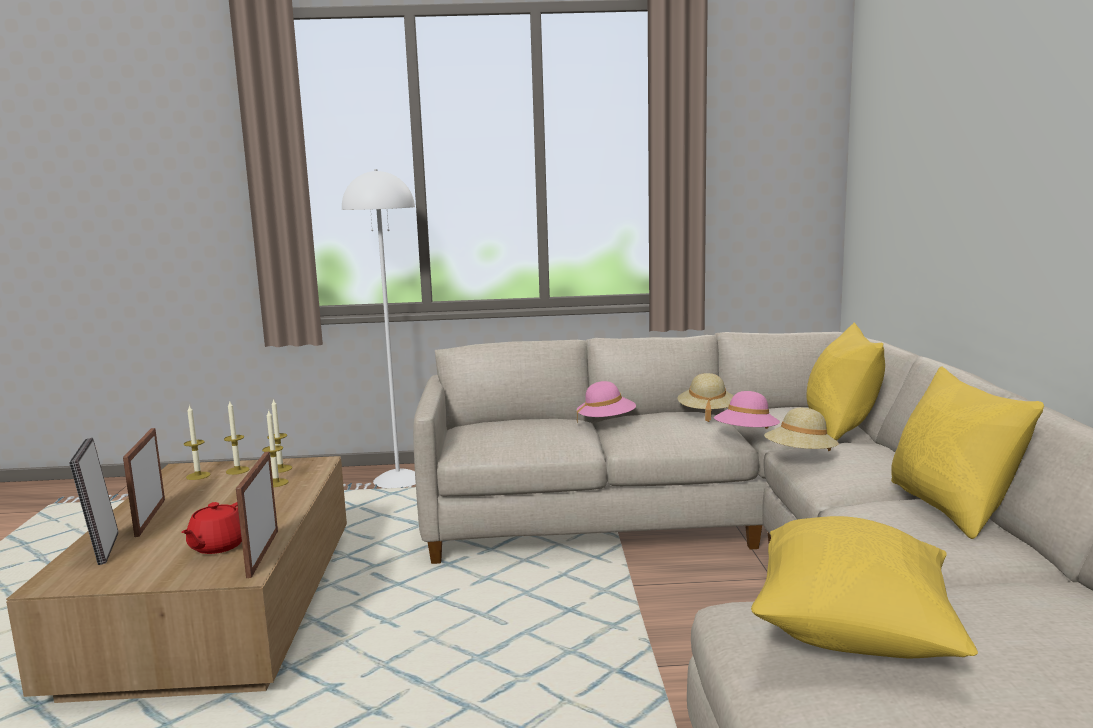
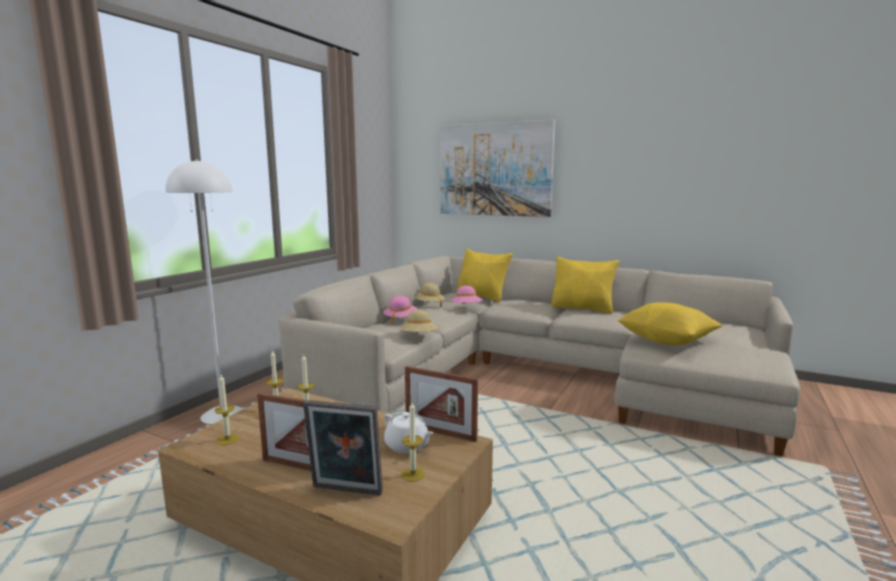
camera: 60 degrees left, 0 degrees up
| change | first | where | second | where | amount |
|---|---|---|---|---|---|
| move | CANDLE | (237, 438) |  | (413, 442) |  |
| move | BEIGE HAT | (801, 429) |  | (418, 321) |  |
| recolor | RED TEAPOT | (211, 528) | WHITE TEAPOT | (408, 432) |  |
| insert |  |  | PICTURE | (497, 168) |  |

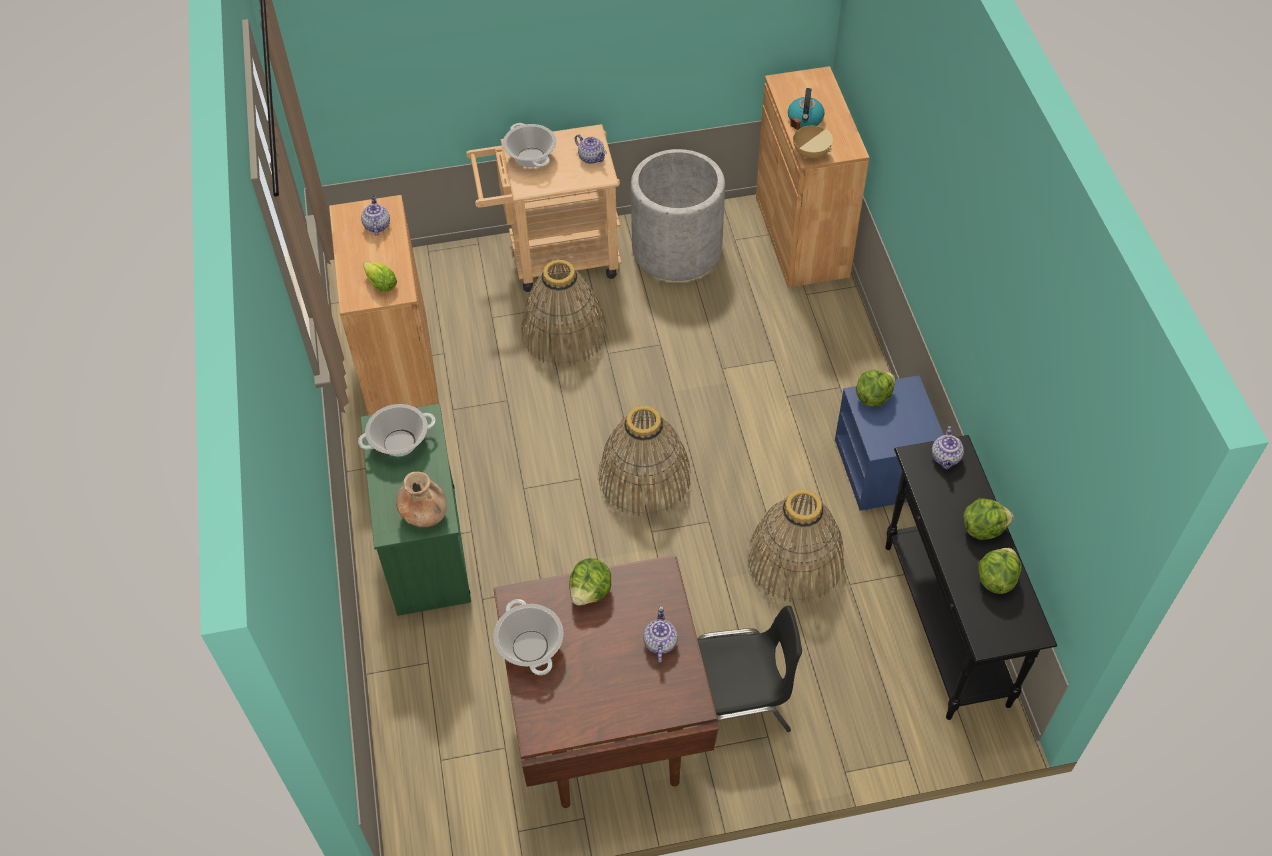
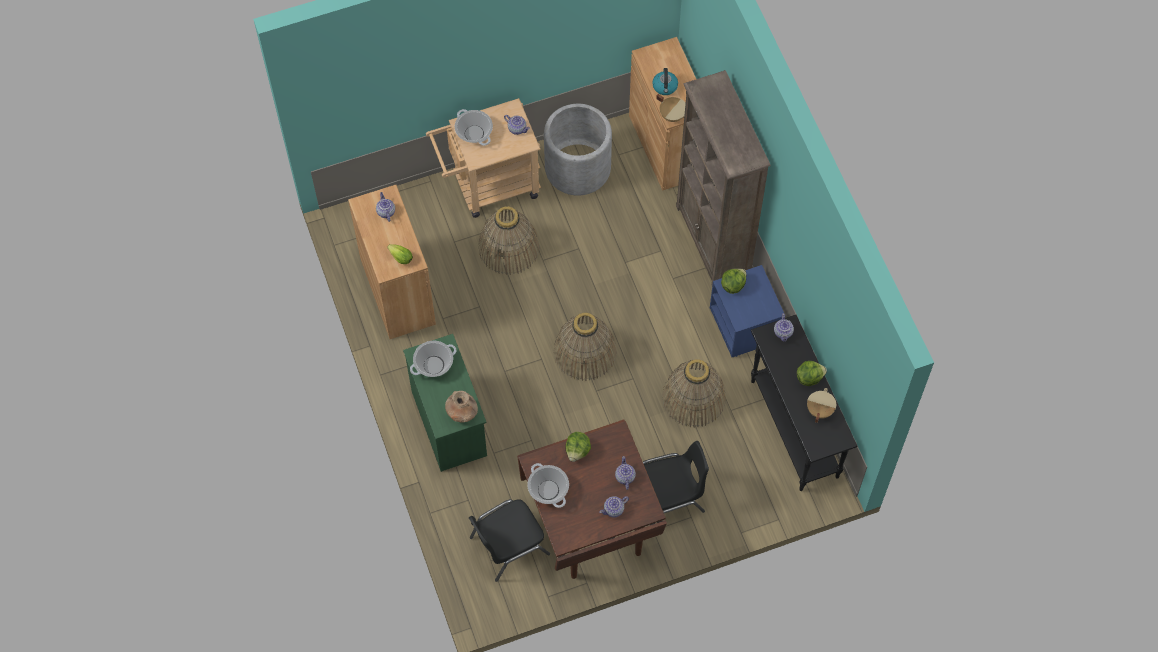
camera: 10 degrees left, 10 degrees up
| change | first | where | second | where | amount |
|---|---|---|---|---|---|
| replace | LETTUCE | (1000, 571) | BEIGE COOKING POT | (821, 405) |  |
| insert |  |  | BROWN BOOKCASE | (723, 178) |  |
| insert |  |  | TEAPOT | (614, 506) |  |
| insert |  |  | BLACK CHAIR | (509, 540) |  |

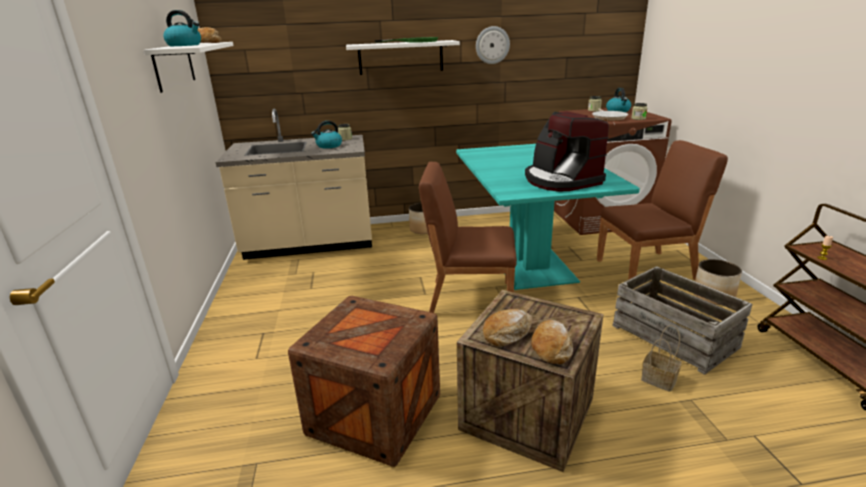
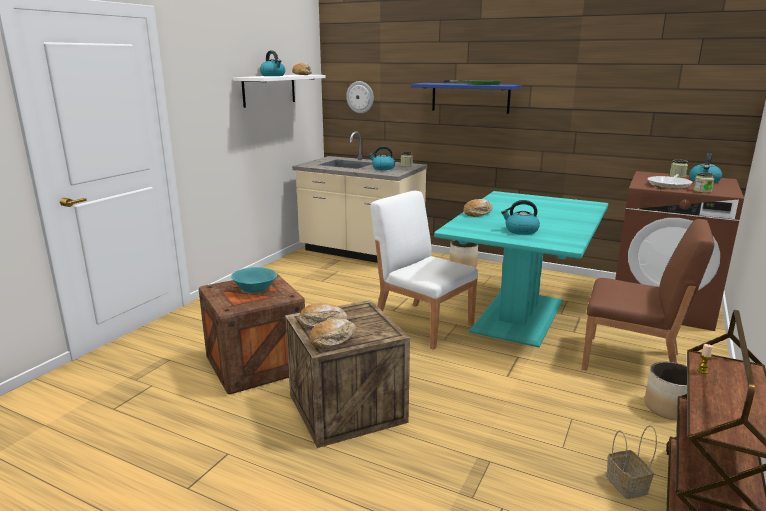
camera: 35 degrees right, 5 degrees down
| change | first | where | second | where | amount |
|---|---|---|---|---|---|
| move | WALL CLOCK | (493, 45) |  | (360, 97) |  |
| recolor | WHITE SHELF | (403, 57) | BLUE SHELF | (466, 98) |  |
| replace | COFFEE MACHINE | (567, 151) | KETTLE | (520, 217) |  |
| recolor | BROWN CHAIR | (468, 237) | WHITE CHAIR | (424, 270) |  |
| delete | CRATE | (682, 320) |  |  |  |
| move | BASKET | (661, 358) |  | (631, 462) |  |
| insert |  |  | BREAD | (478, 208) |  |
| insert |  |  | TURQUOISE BOWL | (254, 280) |  |

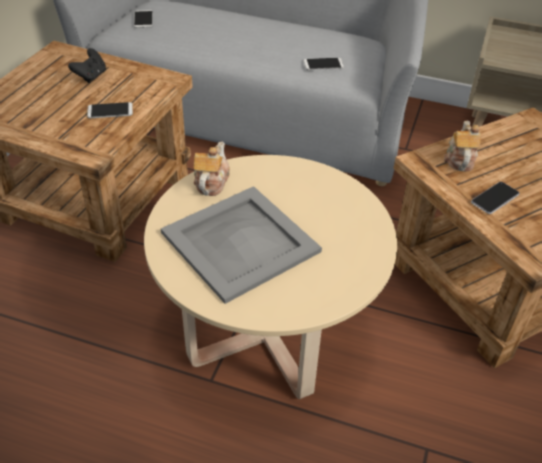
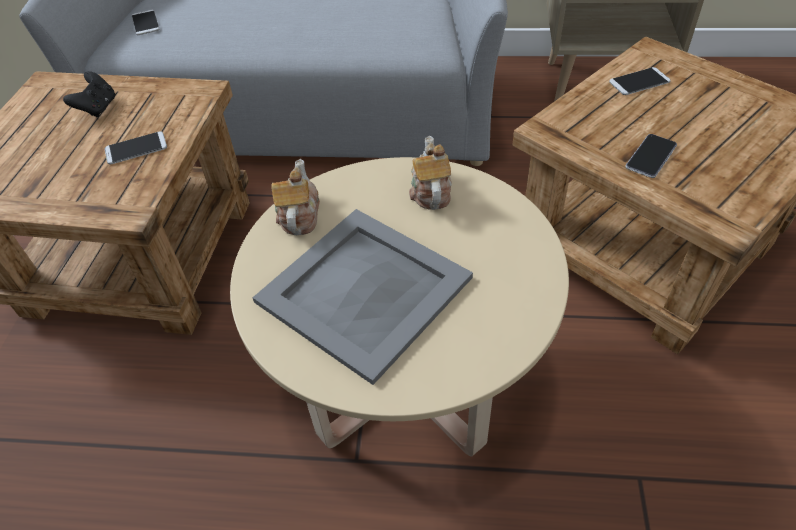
camera: 10 degrees left, 5 degrees up
| change | first | where | second | where | amount |
|---|---|---|---|---|---|
| move | PHONE | (324, 64) |  | (640, 81) |  |
| move | TEAPOT | (462, 145) |  | (430, 173) |  |

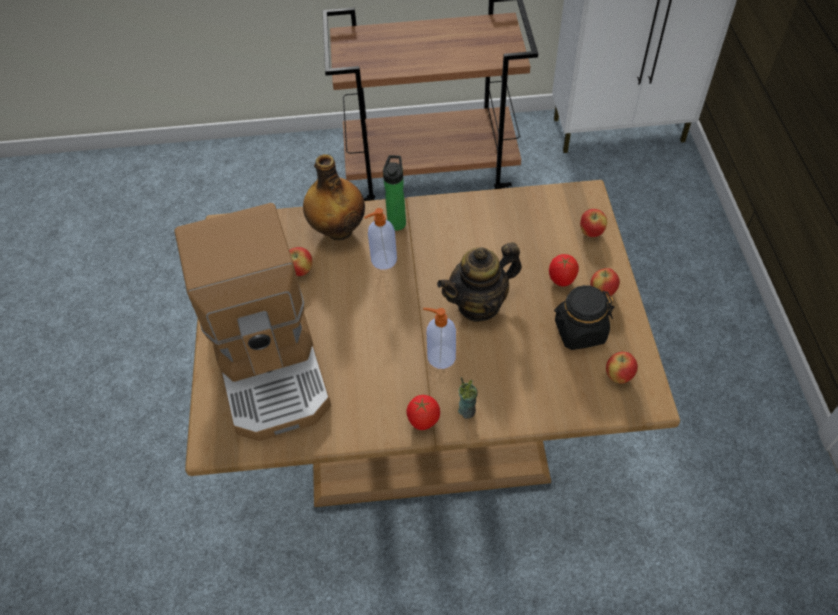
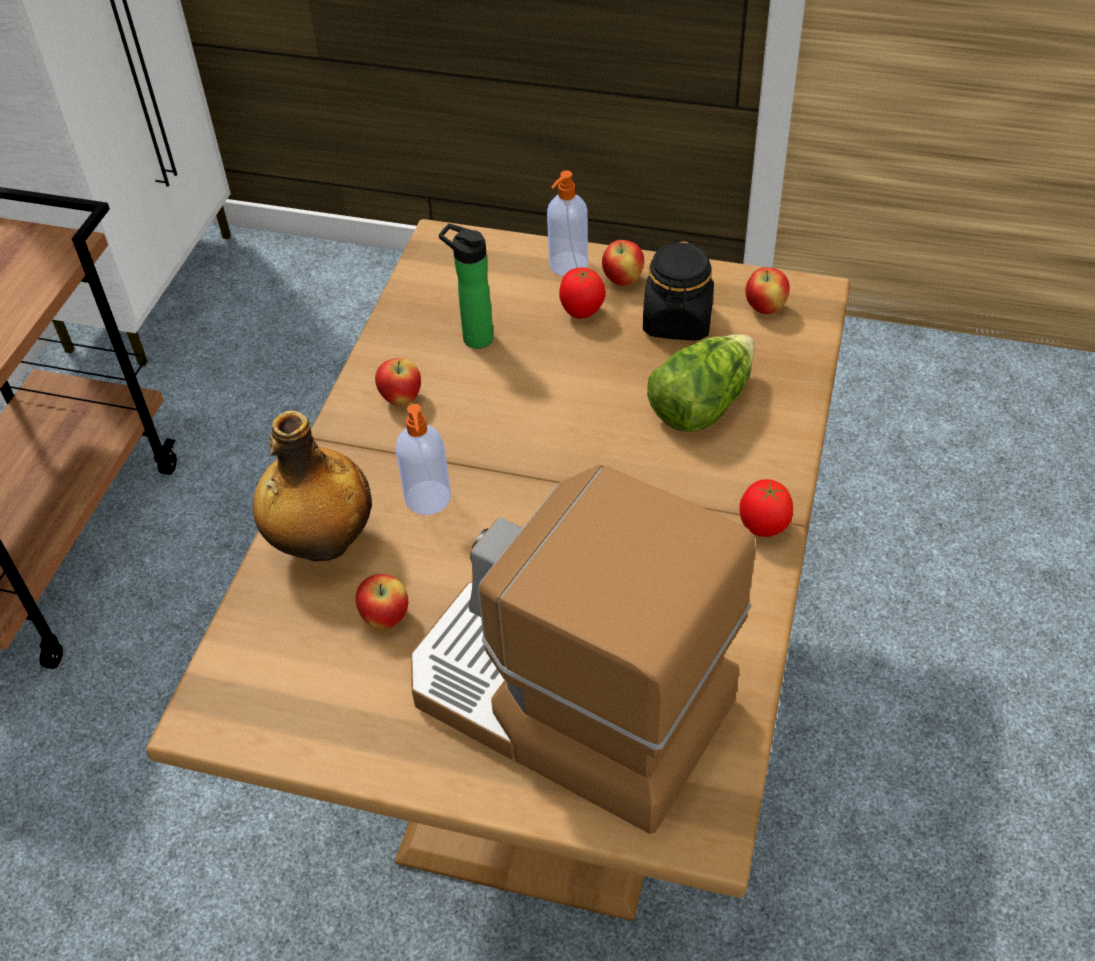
camera: 70 degrees left, 5 degrees down
| change | first | where | second | where | amount |
|---|---|---|---|---|---|
| move | BOTTLE | (394, 193) |  | (466, 286) |  |
| rotate | COFFEE MACHINE | (252, 322) |  | (583, 649) | 150 degrees counterclockwise |
| move | APPLE | (593, 223) |  | (398, 382) |  |
| delete | TEAPOT | (479, 282) |  |  |  |
| move | SOAP DISPENSER | (439, 338) |  | (567, 223) |  |
| delete | CUP | (468, 398) |  |  |  |
| insert |  |  | LETTUCE | (700, 383) |  |

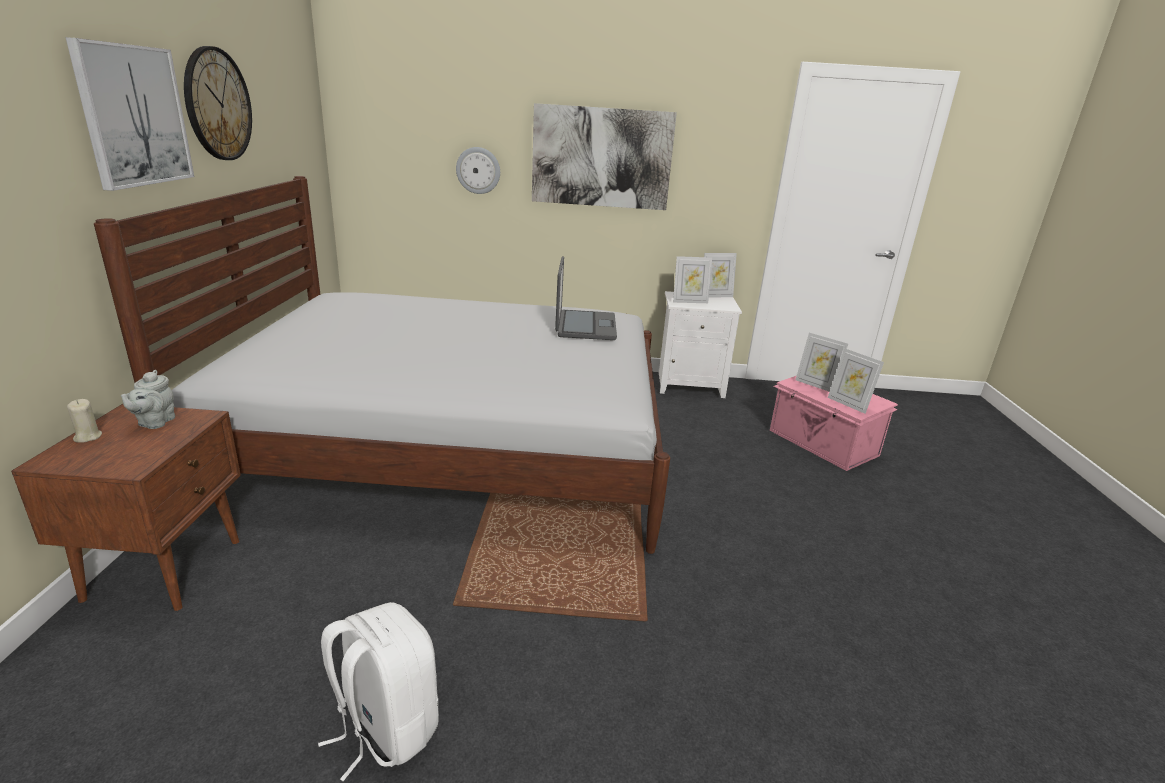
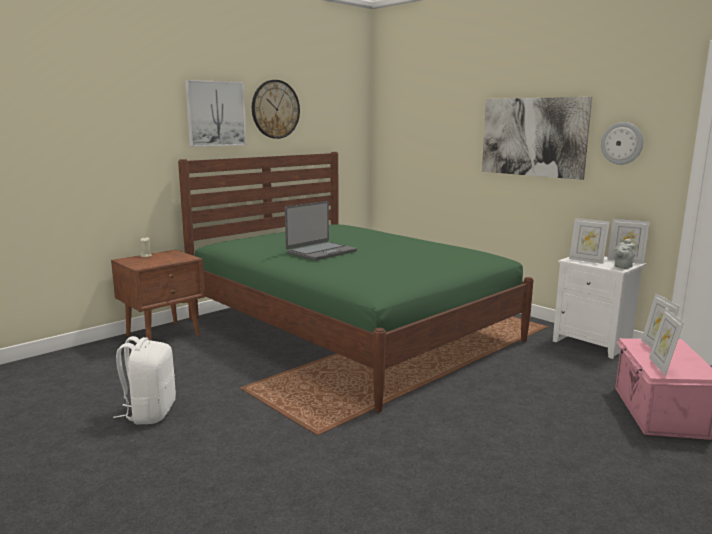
camera: 45 degrees right, 10 degrees down
| change | first | where | second | where | amount |
|---|---|---|---|---|---|
| move | WALL CLOCK | (478, 170) |  | (622, 143) |  |
| recolor | WHITE BED | (382, 365) | GREEN BED | (356, 282) |  |
| move | LAPTOP | (586, 298) |  | (321, 231) |  |
| move | GREY TEAPOT | (148, 399) |  | (624, 254) |  |

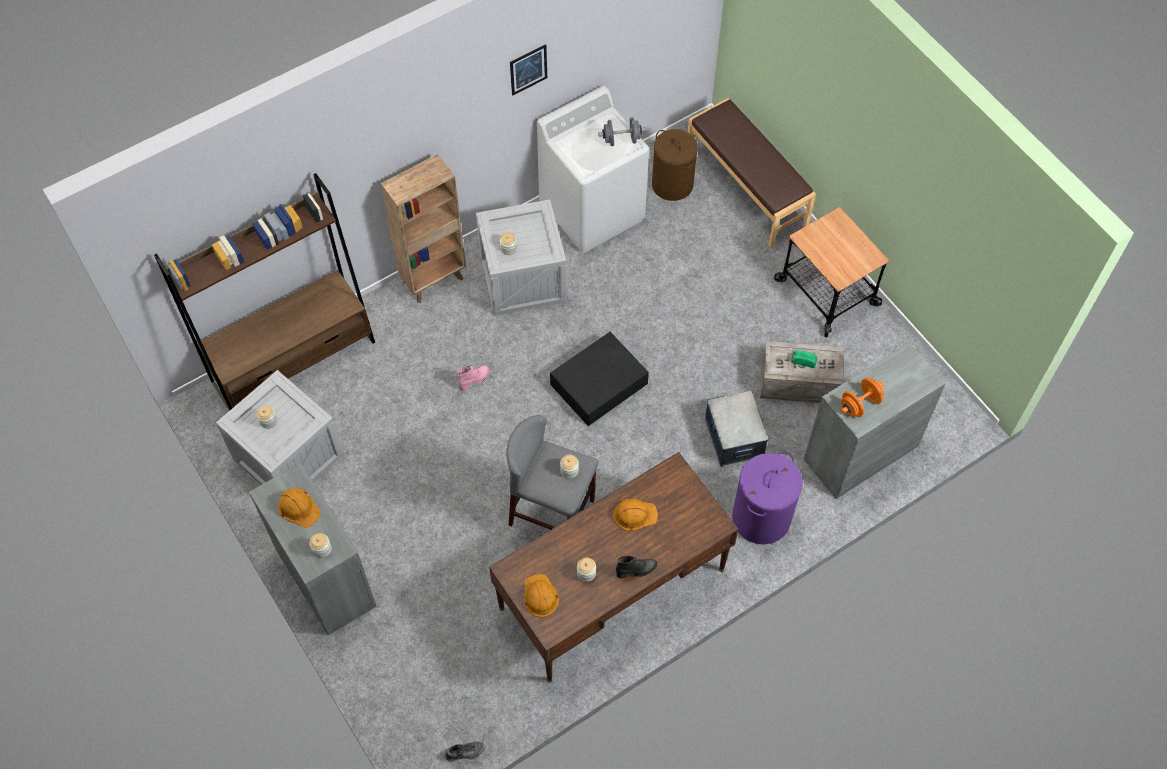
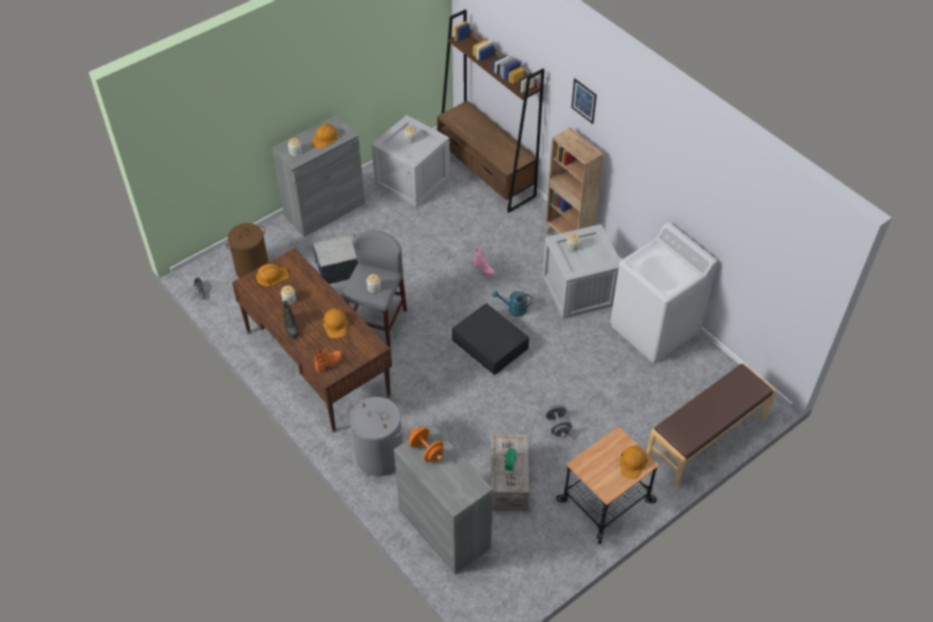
camera: 85 degrees right, 10 degrees down
| change | first | where | second | where | amount |
|---|---|---|---|---|---|
| move | PICTURE | (528, 70) |  | (584, 101) |  |
| move | GREY DUMBBELL | (622, 131) |  | (558, 421) |  |
| move | BROWN LAUNDRY BASKET | (675, 165) |  | (247, 250) |  |
| move | STORAGE BOX | (736, 429) |  | (335, 259) |  |
| recolor | PURPLE LAUNDRY BASKET | (767, 498) | GREY LAUNDRY BASKET | (375, 437) |  |
| insert |  |  | TURQUOISE WATERING CAN | (512, 303) |  |
| insert |  |  | ORANGE BOOT | (328, 360) |  |
| insert |  |  | ORANGE HARD HAT | (634, 462) |  |

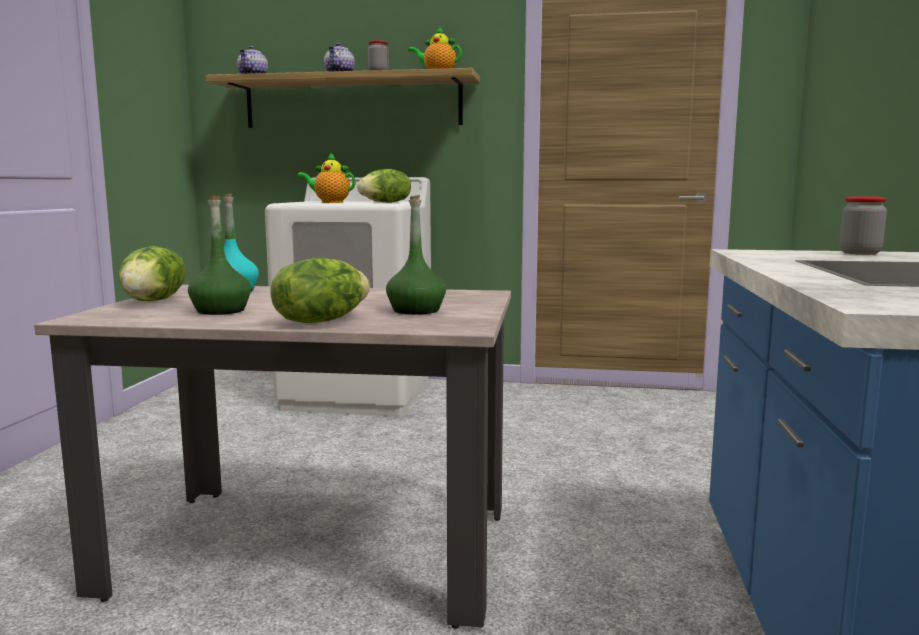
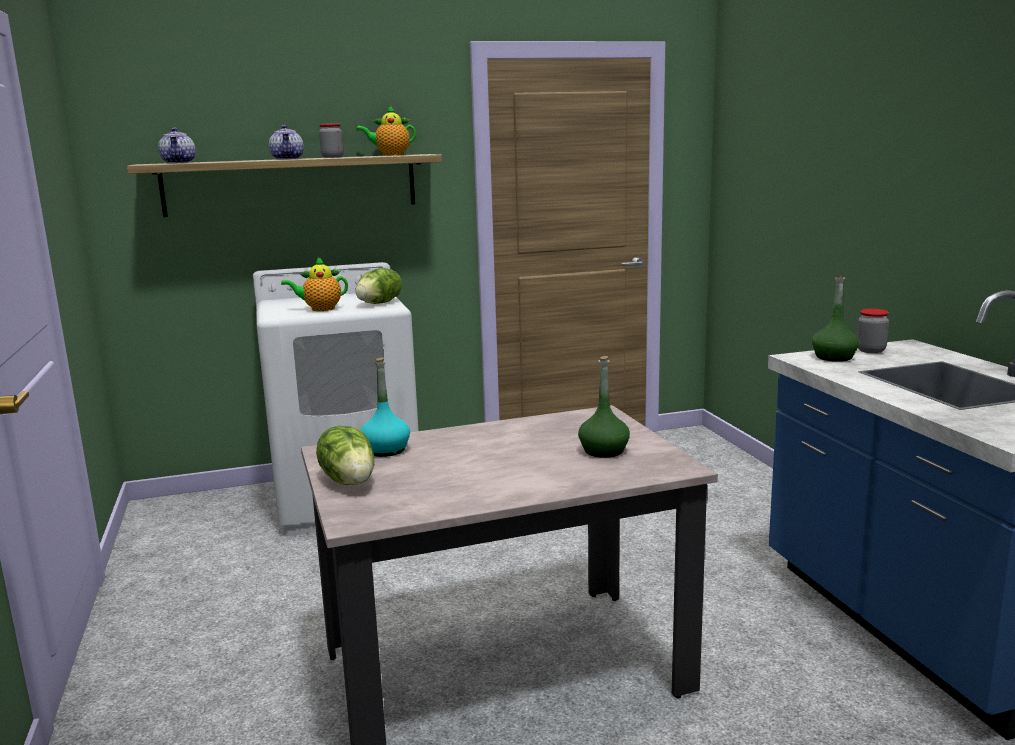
camera: 25 degrees left, 5 degrees up
| change | first | where | second | where | amount |
|---|---|---|---|---|---|
| move | GREEN BOTTLE | (219, 255) |  | (835, 318) |  |
| delete | LETTUCE | (320, 290) |  |  |  |

